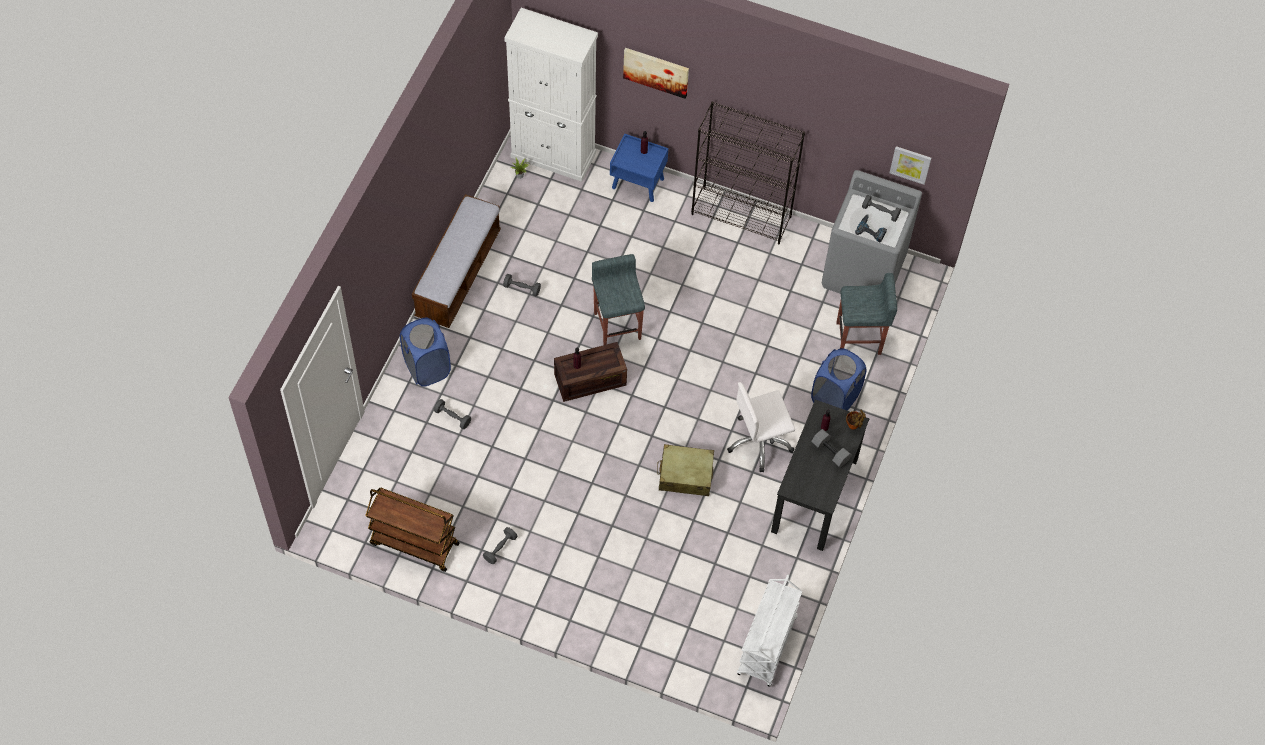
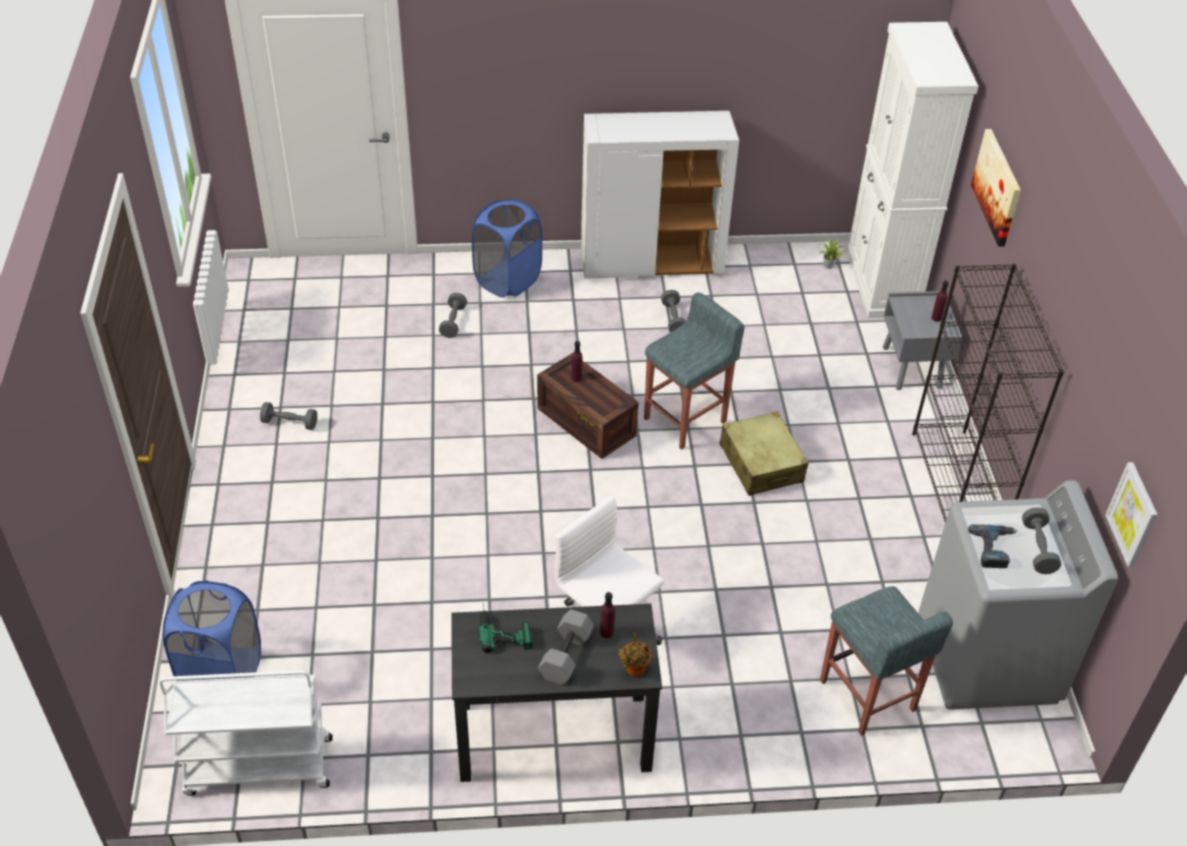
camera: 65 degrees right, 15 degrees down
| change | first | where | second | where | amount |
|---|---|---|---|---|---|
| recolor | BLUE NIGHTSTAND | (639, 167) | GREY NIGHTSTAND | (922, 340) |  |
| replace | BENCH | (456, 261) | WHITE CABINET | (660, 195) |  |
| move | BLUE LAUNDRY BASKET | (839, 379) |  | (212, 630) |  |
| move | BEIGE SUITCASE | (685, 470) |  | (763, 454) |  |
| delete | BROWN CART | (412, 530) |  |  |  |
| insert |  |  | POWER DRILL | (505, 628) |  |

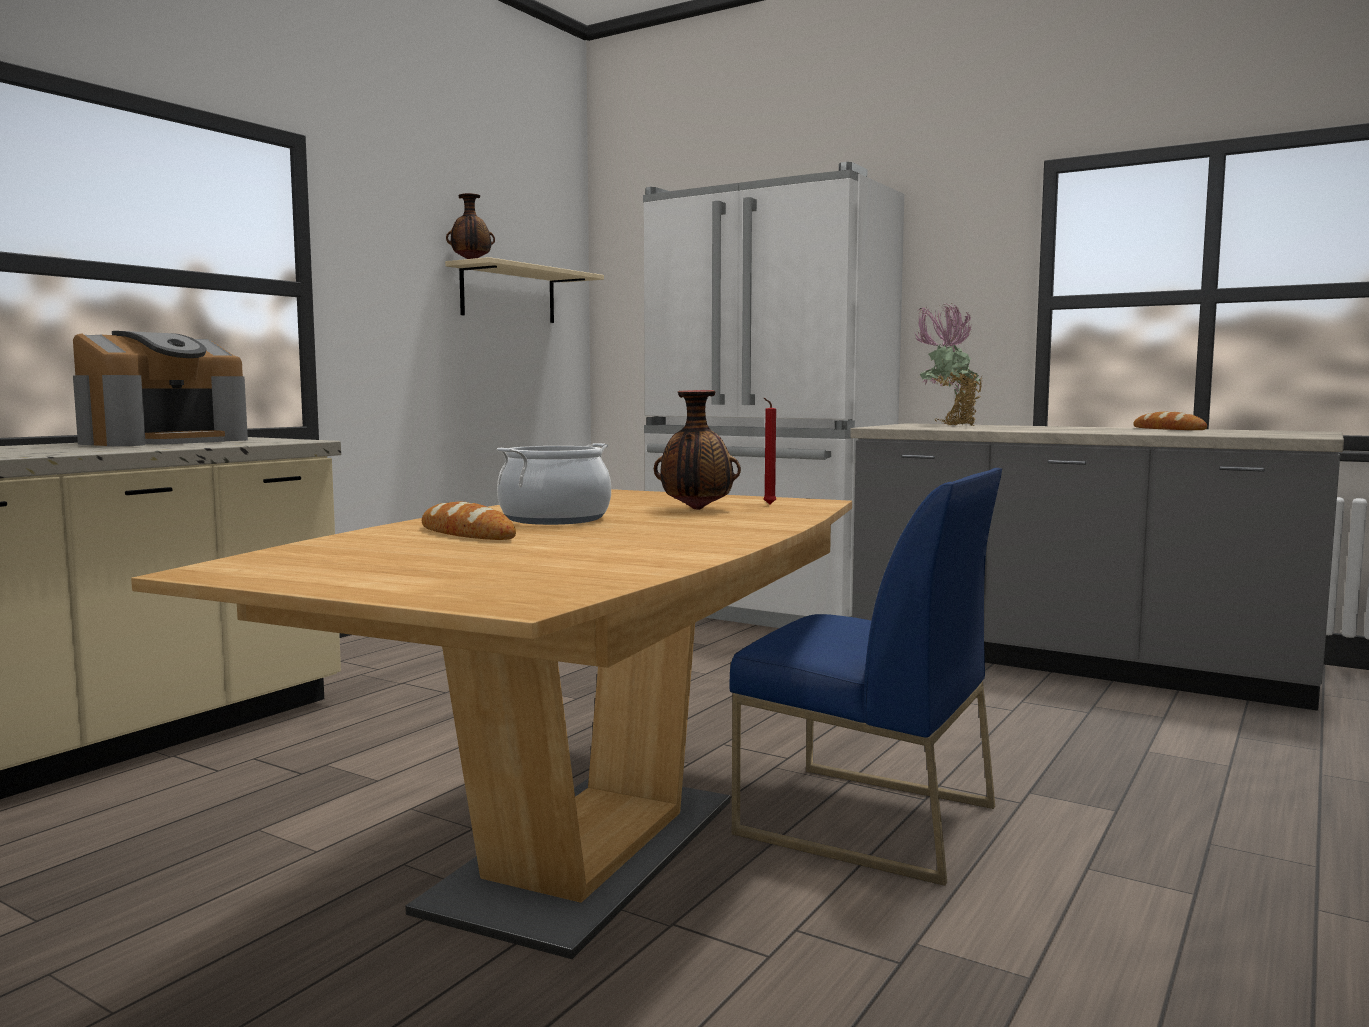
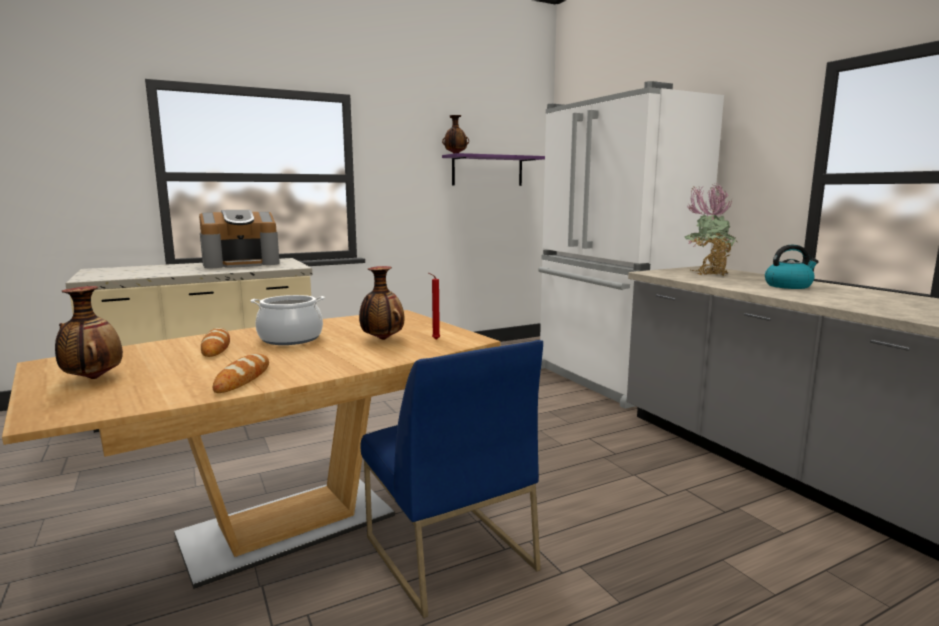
camera: 30 degrees right, 5 degrees up
| change | first | where | second | where | amount |
|---|---|---|---|---|---|
| recolor | BEIGE SHELF | (524, 290) | PURPLE SHELF | (493, 169) |  |
| move | BREAD | (1170, 421) |  | (241, 373) |  |
| insert |  |  | KETTLE | (792, 267) |  |
| insert |  |  | VASE | (89, 332) |  |

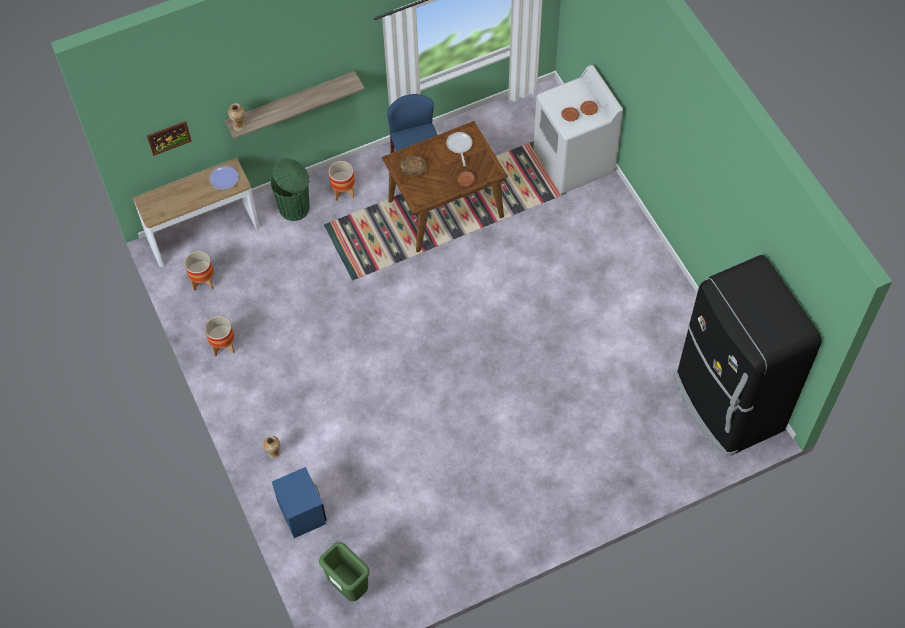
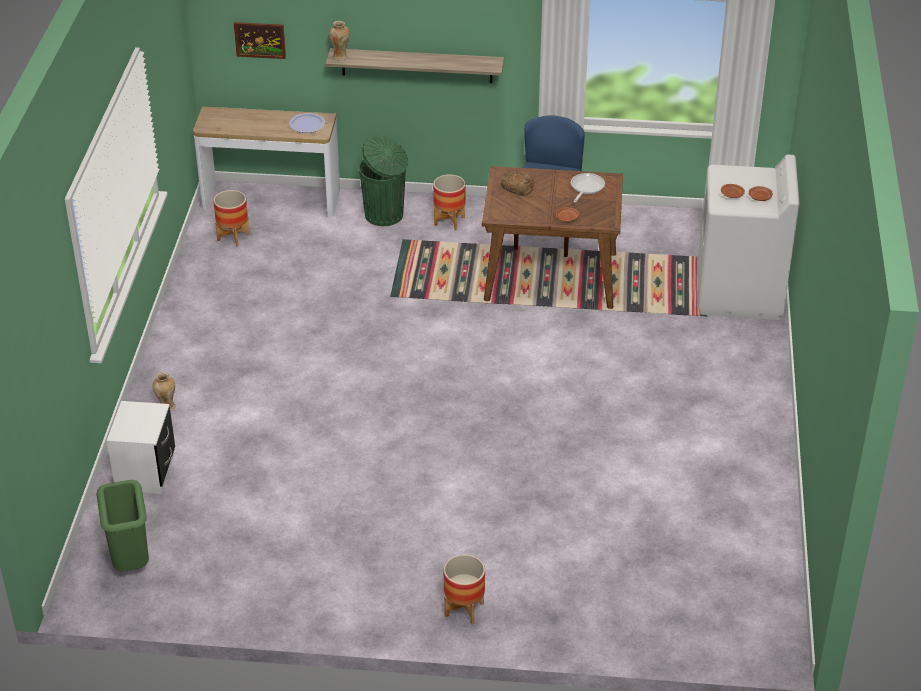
camera: 30 degrees right, 20 degrees down
| change | first | where | second | where | amount |
|---|---|---|---|---|---|
| delete | BLACK FRIDGE | (747, 356) |  |  |  |
| move | PLANTER | (220, 336) |  | (464, 589) |  |
| recolor | BLUE NIGHTSTAND | (299, 502) | WHITE NIGHTSTAND | (141, 447) |  |

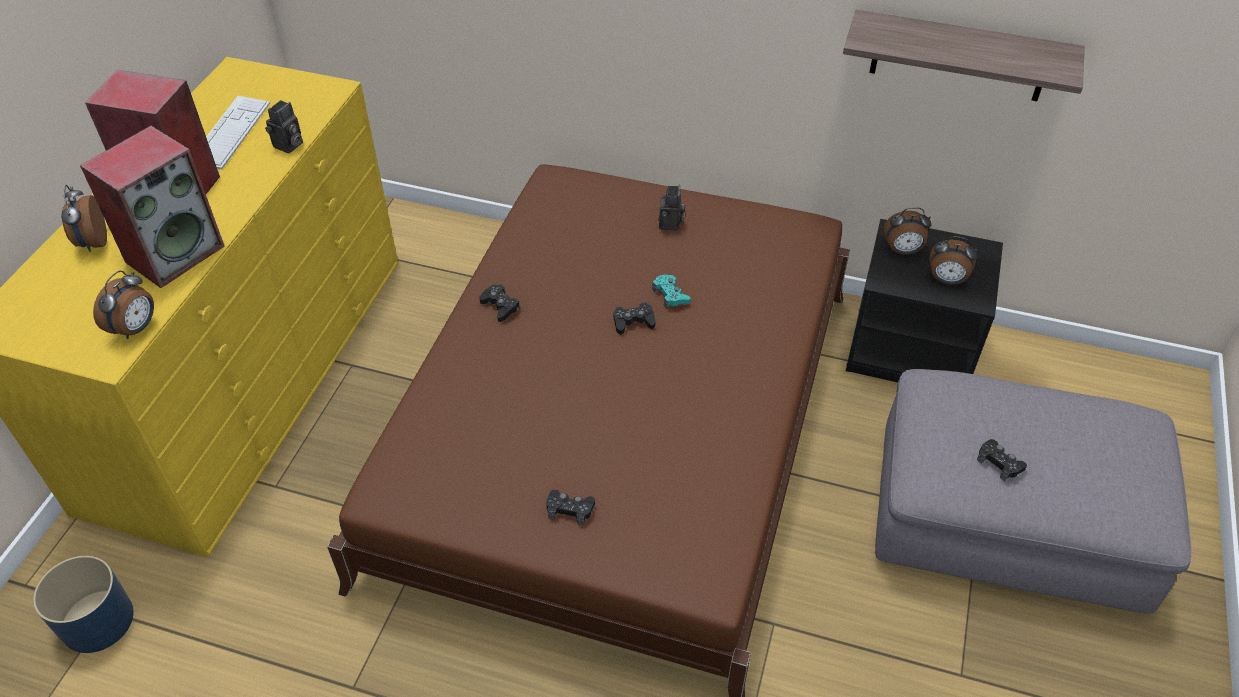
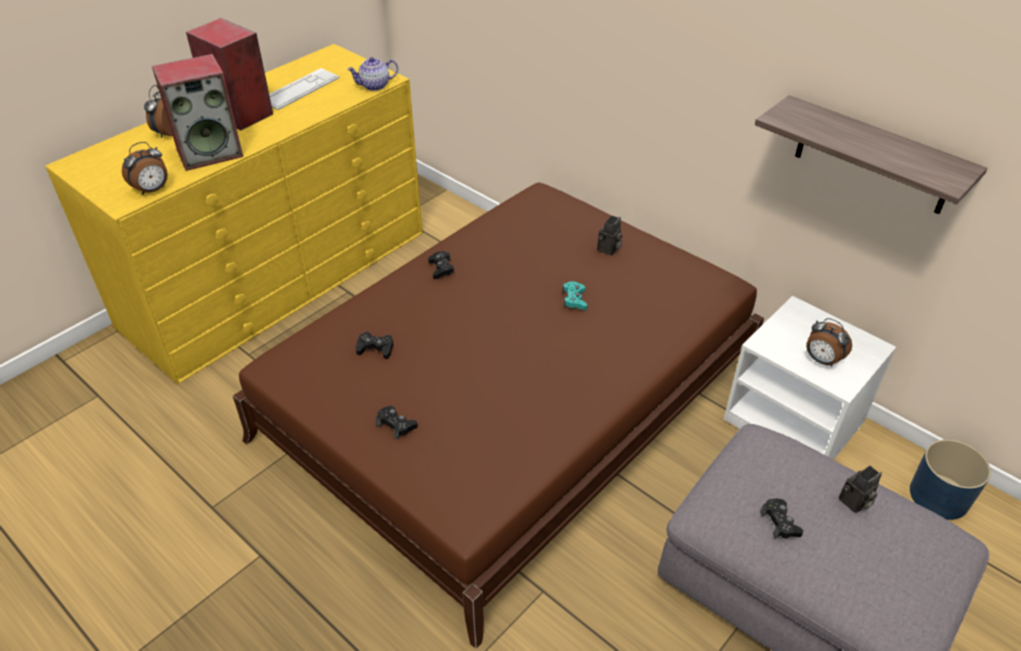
camera: 25 degrees right, 5 degrees down
| change | first | where | second | where | amount |
|---|---|---|---|---|---|
| move | PHOTO CAMERA | (284, 126) |  | (860, 489) |  |
| delete | ALARM CLOCK | (907, 231) |  |  |  |
| recolor | BLACK NIGHTSTAND | (924, 300) | WHITE NIGHTSTAND | (809, 378) |  |
| move | BLACK GAME CONTROLLER | (634, 318) |  | (374, 345) |  |
| move | BLUE PLANTER | (83, 604) |  | (950, 479) |  |
| insert |  |  | TEAPOT | (372, 74) |  |

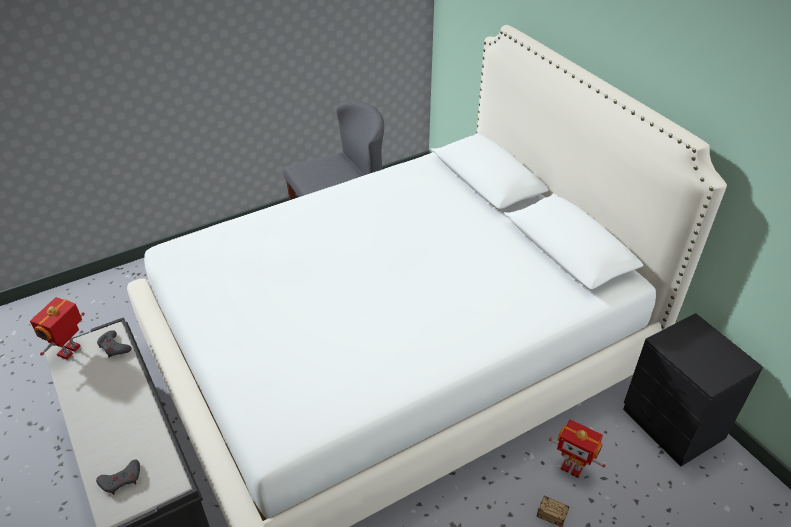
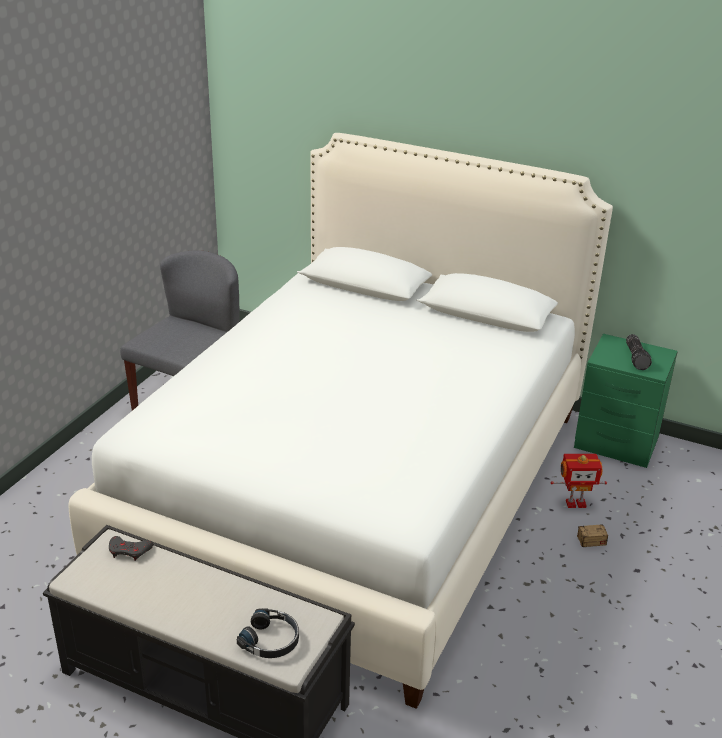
camera: 35 degrees left, 10 degrees down
| change | first | where | second | where | amount |
|---|---|---|---|---|---|
| delete | TOY ROBOT | (57, 328) |  |  |  |
| recolor | BLACK NIGHTSTAND | (693, 390) | GREEN NIGHTSTAND | (626, 401) |  |
| replace | GREY GAME CONTROLLER | (118, 477) | BLACK HEADPHONES | (268, 633) |  |
| insert |  |  | FLASHLIGHT | (639, 352) |  |

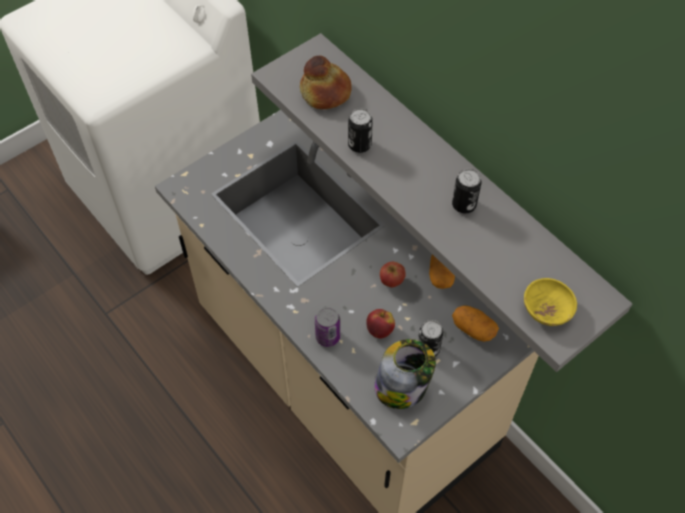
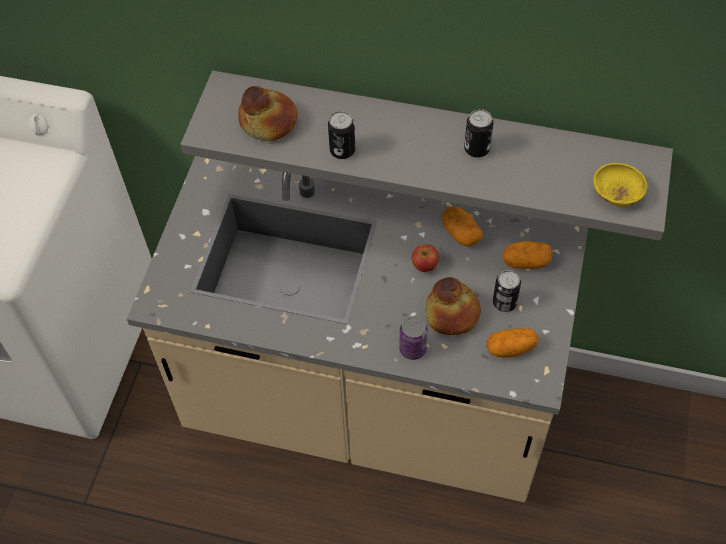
camera: 35 degrees left, 0 degrees up
| change | first | where | second | where | amount |
|---|---|---|---|---|---|
| replace | APPLE | (380, 324) | BREAD | (453, 306) |  |
| replace | JAR | (405, 374) | POTATO | (513, 343) |  |

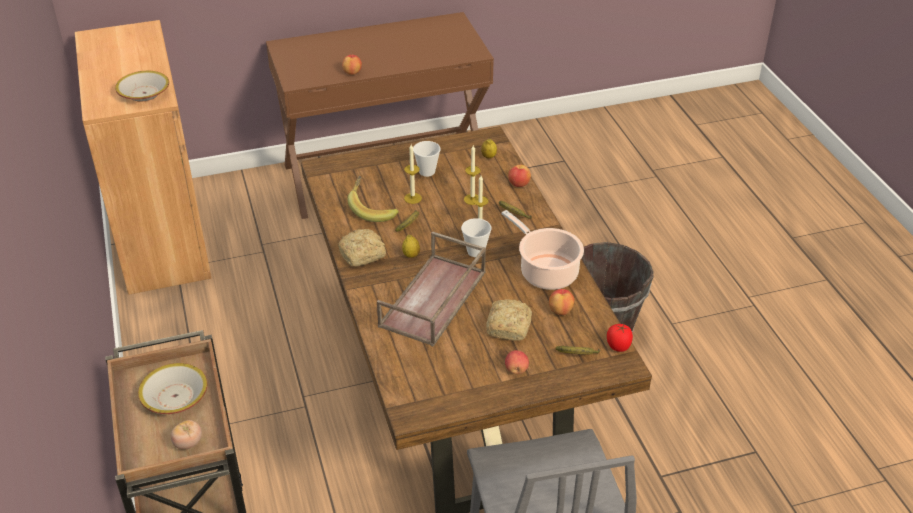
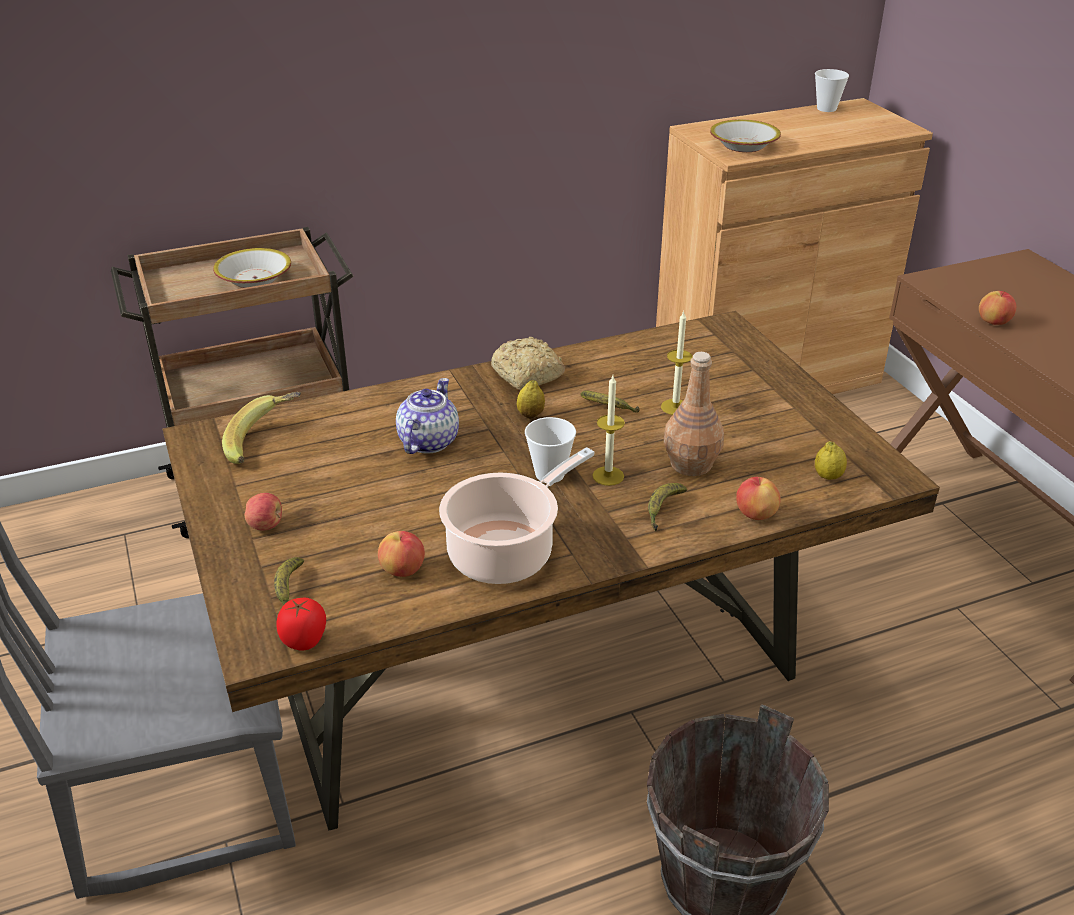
camera: 85 degrees right, 5 degrees down
| change | first | where | second | where | amount |
|---|---|---|---|---|---|
| move | CUP | (426, 159) |  | (832, 90) |  |
| replace | CANDLE | (472, 175) | BROWN BOTTLE | (694, 414) |  |
| move | BANANA | (373, 199) |  | (261, 428) |  |
| replace | BROWN TRAY | (431, 289) | TEAPOT | (427, 416) |  |
| delete | BREAD | (509, 320) |  |  |  |
| delete | TOMATO | (186, 434) |  |  |  |

